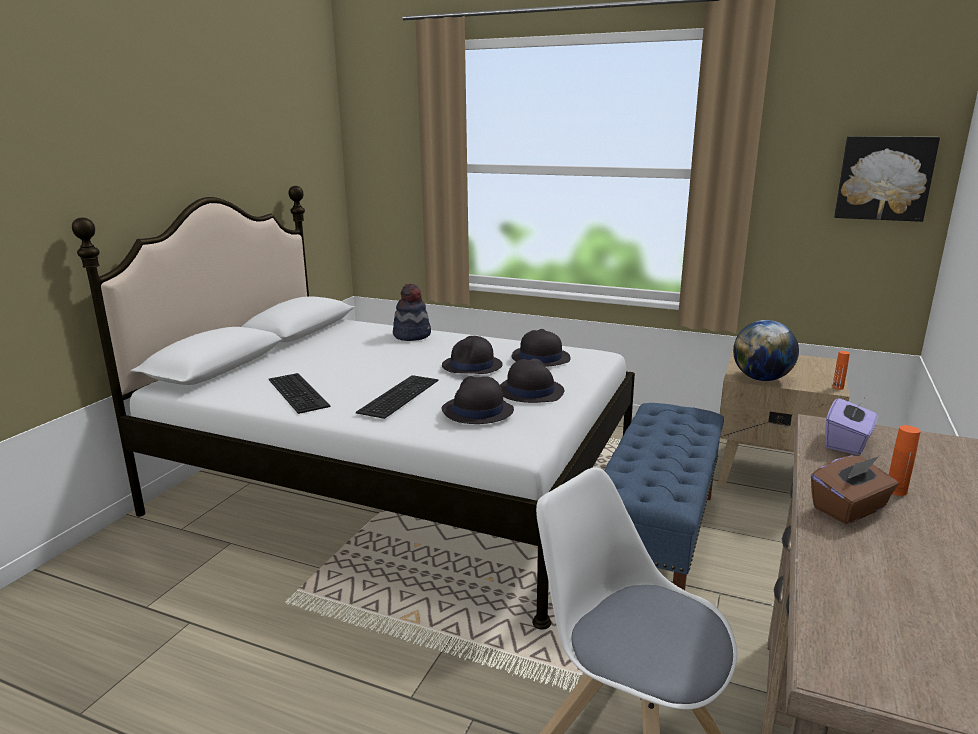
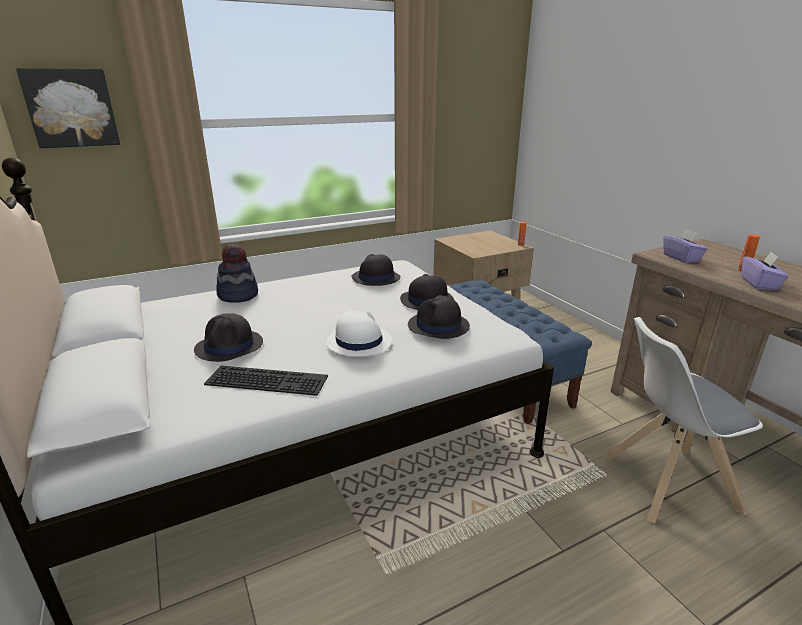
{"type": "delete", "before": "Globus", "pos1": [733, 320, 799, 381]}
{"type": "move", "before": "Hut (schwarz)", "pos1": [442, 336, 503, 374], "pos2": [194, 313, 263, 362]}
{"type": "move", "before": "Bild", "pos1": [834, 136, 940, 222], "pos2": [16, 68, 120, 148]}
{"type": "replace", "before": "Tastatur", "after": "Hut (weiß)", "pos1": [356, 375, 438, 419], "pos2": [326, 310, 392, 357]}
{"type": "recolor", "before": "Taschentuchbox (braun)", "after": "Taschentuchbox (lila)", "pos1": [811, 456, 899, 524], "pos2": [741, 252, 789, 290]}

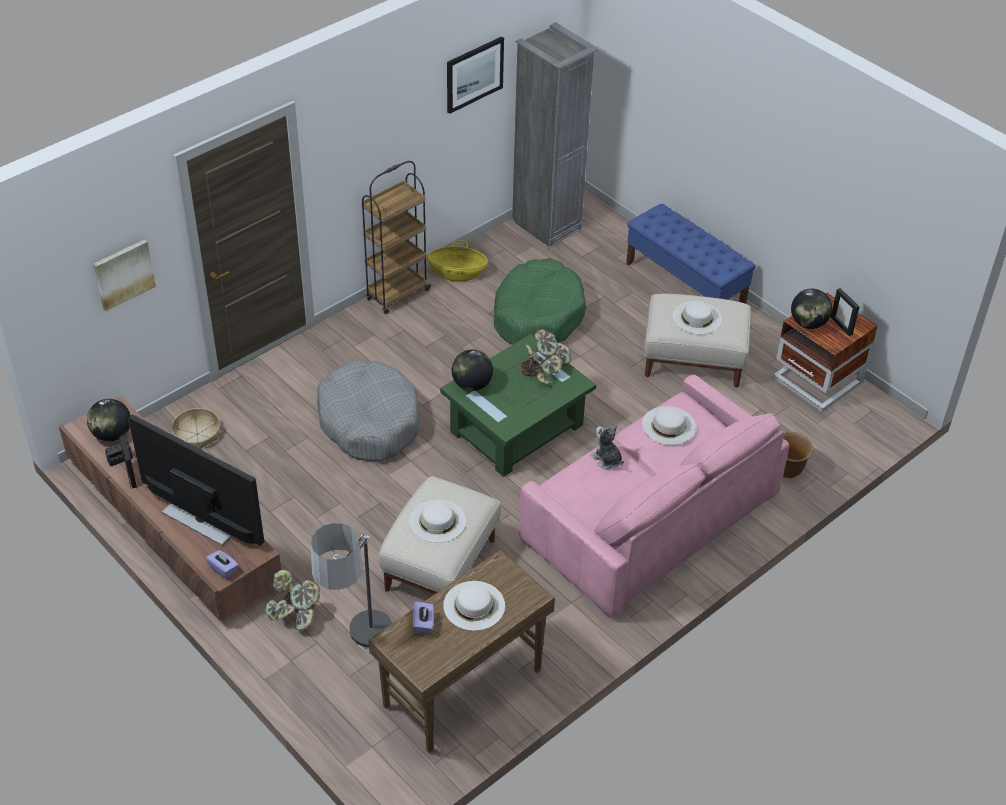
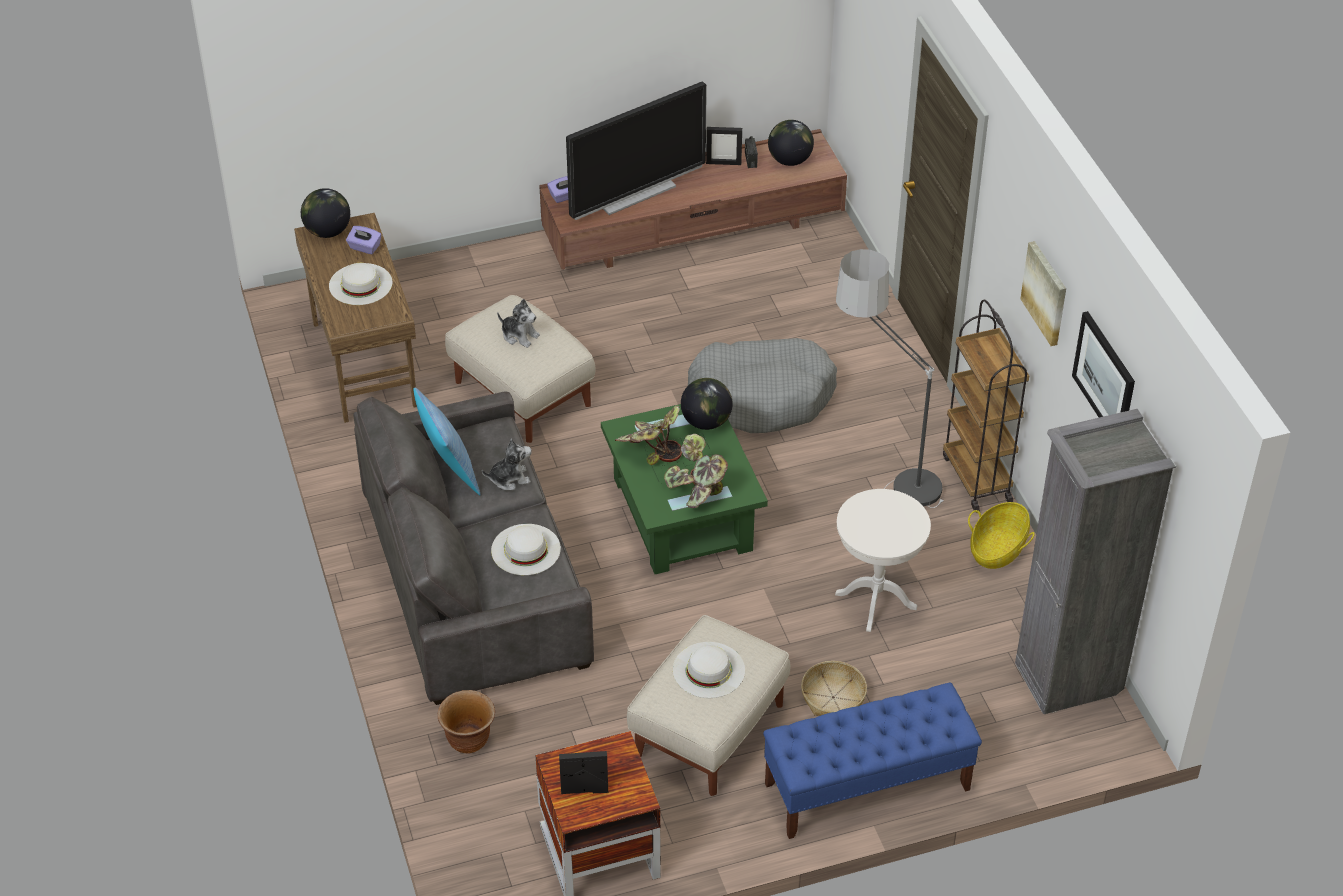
{"type": "insert", "after": "Kissen", "pos2": [413, 387, 481, 495]}
{"type": "move", "before": "Bild", "pos1": [93, 239, 156, 311], "pos2": [1020, 241, 1066, 346]}
{"type": "move", "before": "Korb", "pos1": [171, 408, 220, 449], "pos2": [801, 661, 867, 716]}
{"type": "move", "before": "Topfpflanze", "pos1": [265, 570, 320, 631], "pos2": [615, 406, 682, 465]}
{"type": "move", "before": "Stehlampe", "pos1": [311, 523, 392, 652], "pos2": [836, 249, 944, 508]}
{"type": "move", "before": "Globus", "pos1": [791, 289, 832, 329], "pos2": [301, 188, 350, 238]}
{"type": "replace", "before": "Hut (weiß)", "after": "Plüschtier", "pos1": [409, 499, 466, 543], "pos2": [497, 299, 540, 348]}
{"type": "replace", "before": "Hundebett (grün)", "after": "Beistelltisch (weiß)", "pos1": [494, 258, 586, 345], "pos2": [835, 489, 931, 632]}
{"type": "recolor", "before": "Sofa (rosa)", "after": "Sofa (grau)", "pos1": [519, 375, 790, 618], "pos2": [353, 391, 594, 705]}

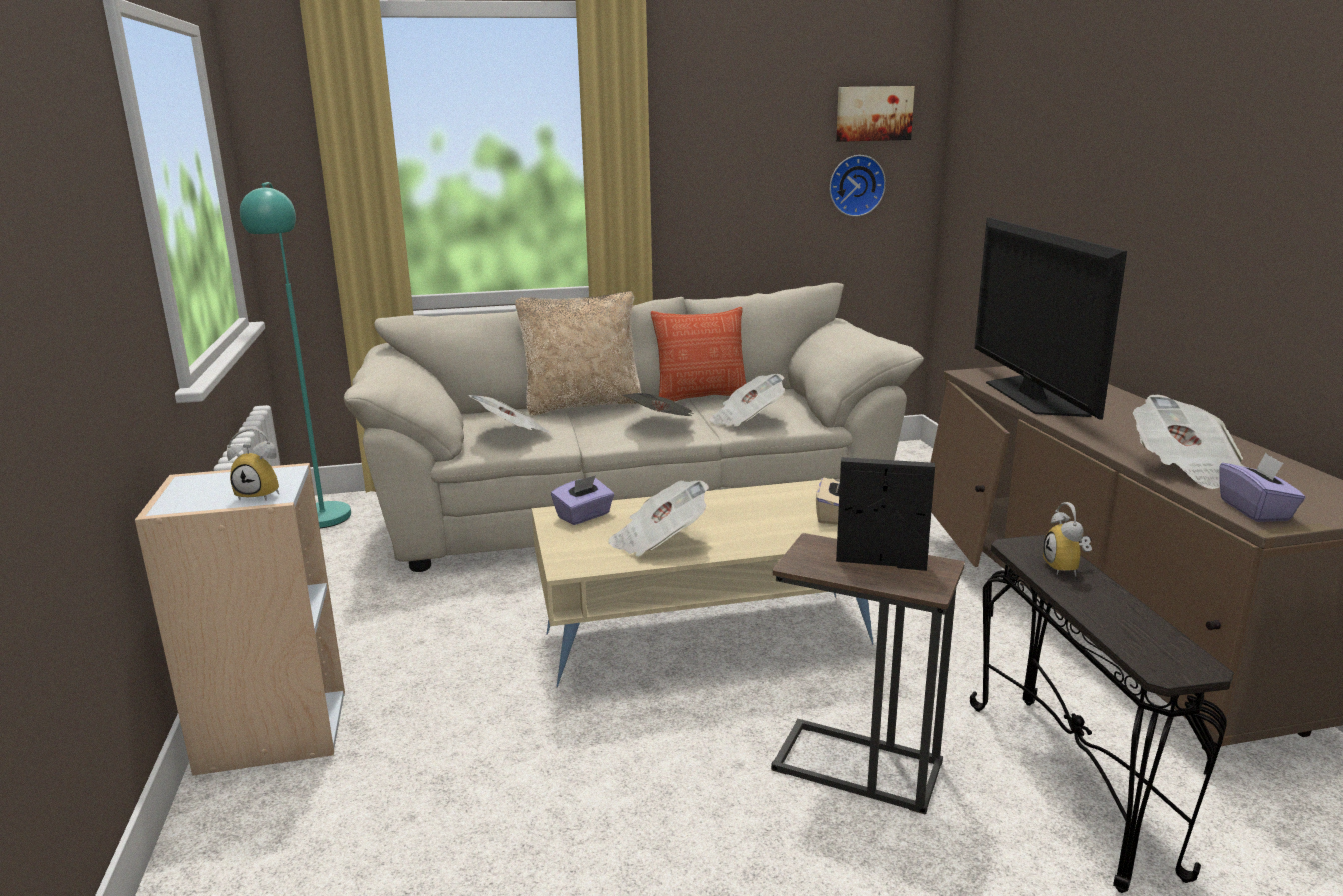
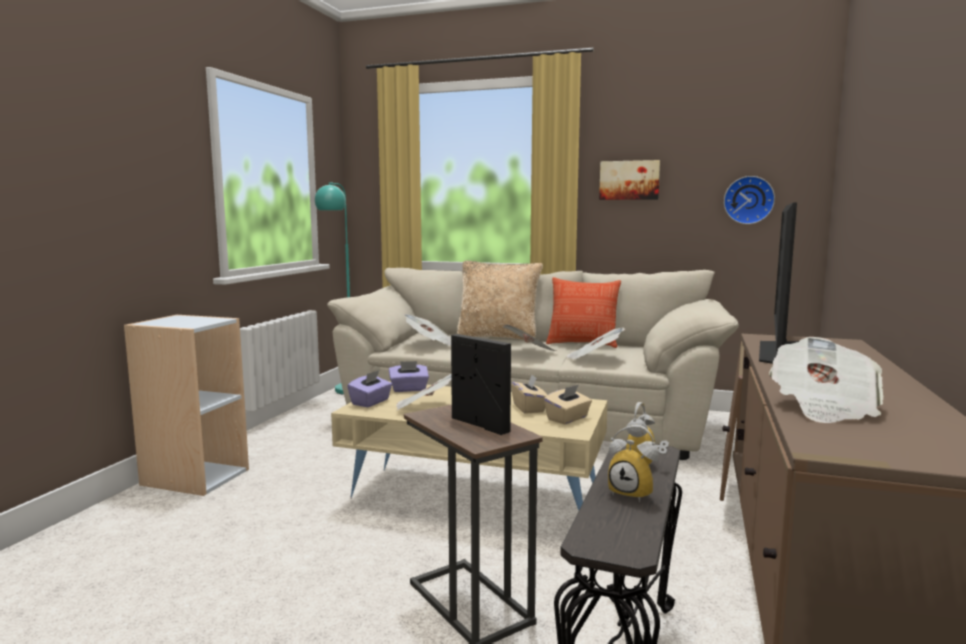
{"type": "insert", "after": "Taschentuchbox (beige)", "pos2": [511, 375, 547, 414]}
{"type": "move", "before": "Wecker", "pos1": [227, 427, 279, 501], "pos2": [608, 425, 659, 503]}
{"type": "move", "before": "Bild", "pos1": [836, 86, 915, 142], "pos2": [599, 160, 660, 200]}
{"type": "move", "before": "Taschentuchbox (lila)", "pos1": [1219, 453, 1306, 522], "pos2": [347, 370, 392, 407]}

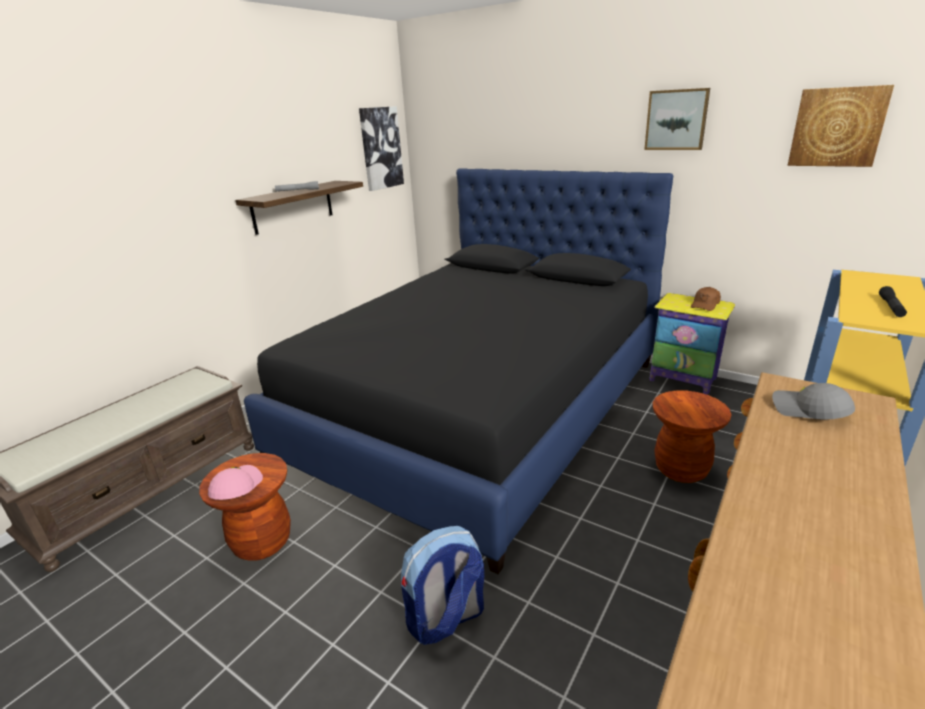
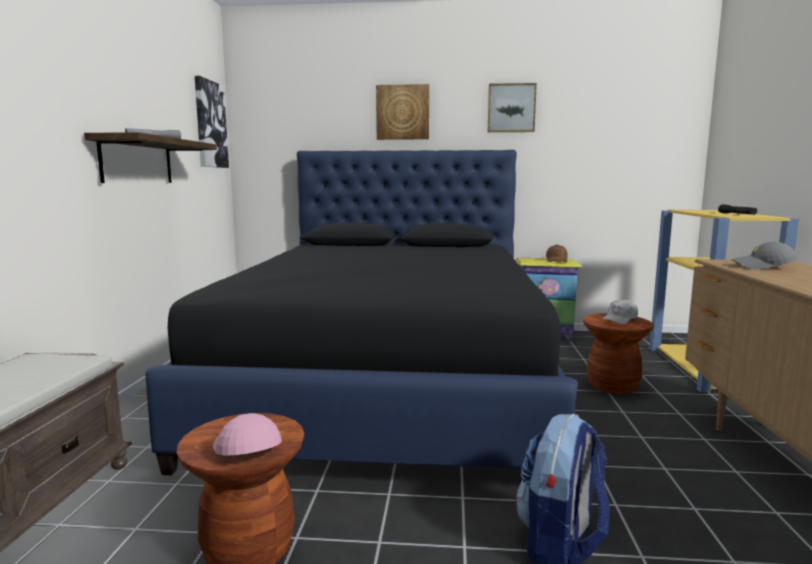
{"type": "insert", "after": "Kappe (weiß)", "pos2": [601, 299, 638, 324]}
{"type": "move", "before": "Bild", "pos1": [787, 85, 894, 167], "pos2": [376, 84, 429, 140]}

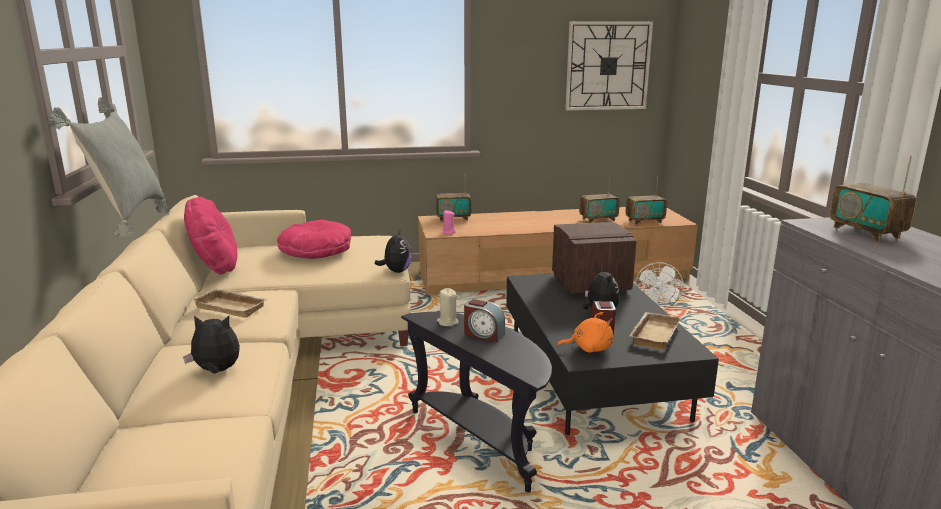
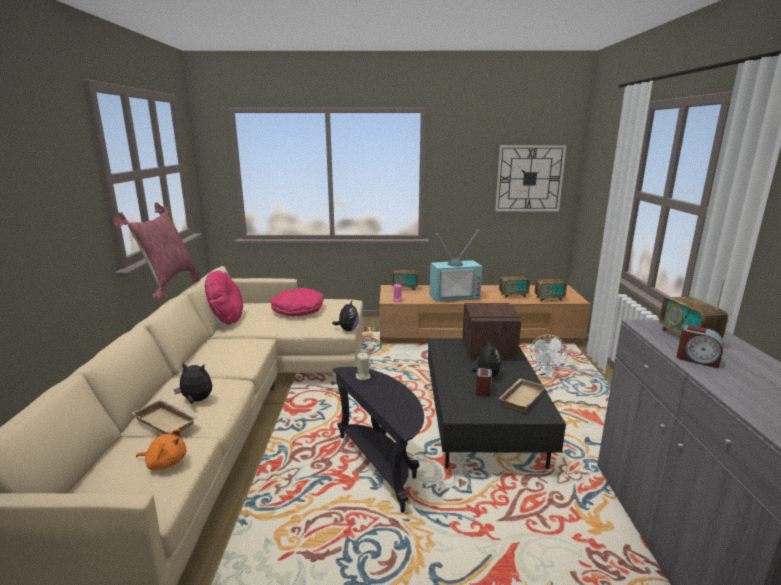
{"type": "insert", "after": "Fernseher", "pos2": [430, 229, 482, 302]}
{"type": "move", "before": "Tablett (beige)", "pos1": [191, 288, 268, 318], "pos2": [132, 399, 199, 434]}
{"type": "move", "before": "Wecker", "pos1": [464, 299, 505, 342], "pos2": [677, 325, 724, 368]}
{"type": "move", "before": "Plüschtier (orange)", "pos1": [557, 312, 613, 353], "pos2": [136, 429, 186, 470]}
{"type": "recolor", "before": "Kissen (grau)", "after": "Kissen (rot)", "pos1": [48, 97, 170, 238], "pos2": [113, 202, 200, 300]}

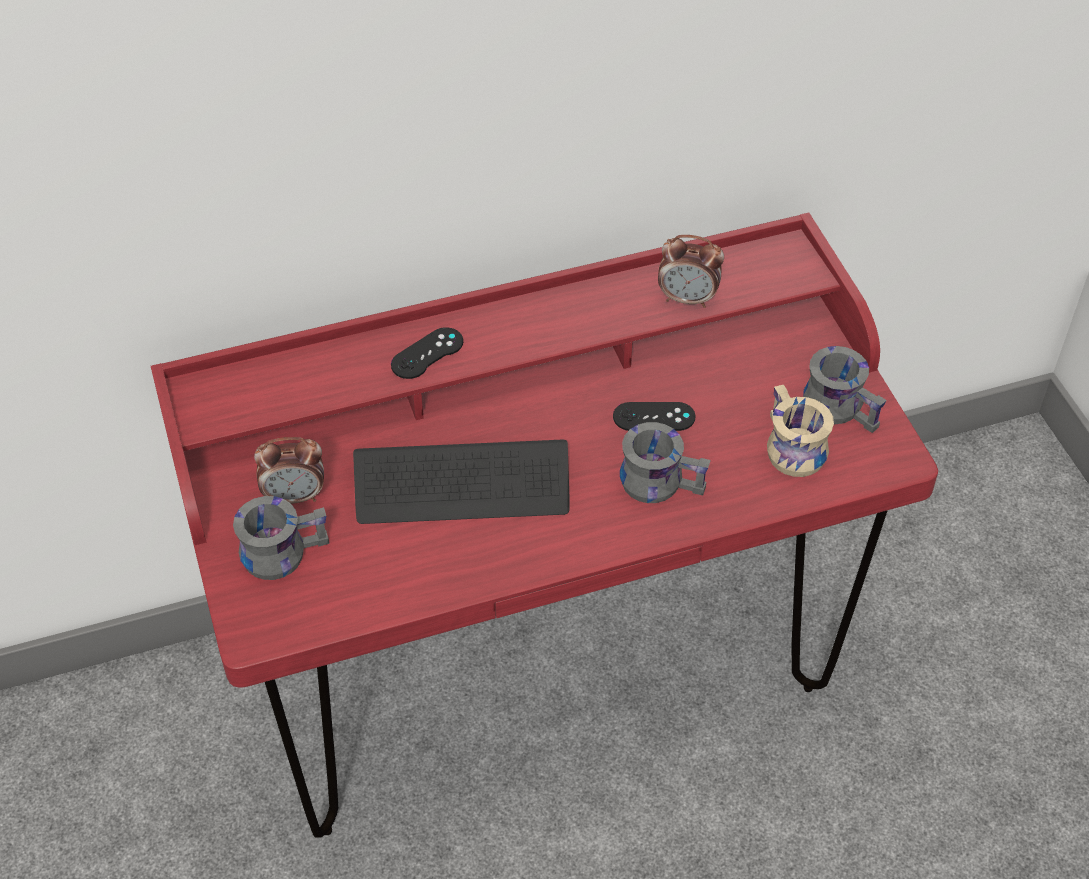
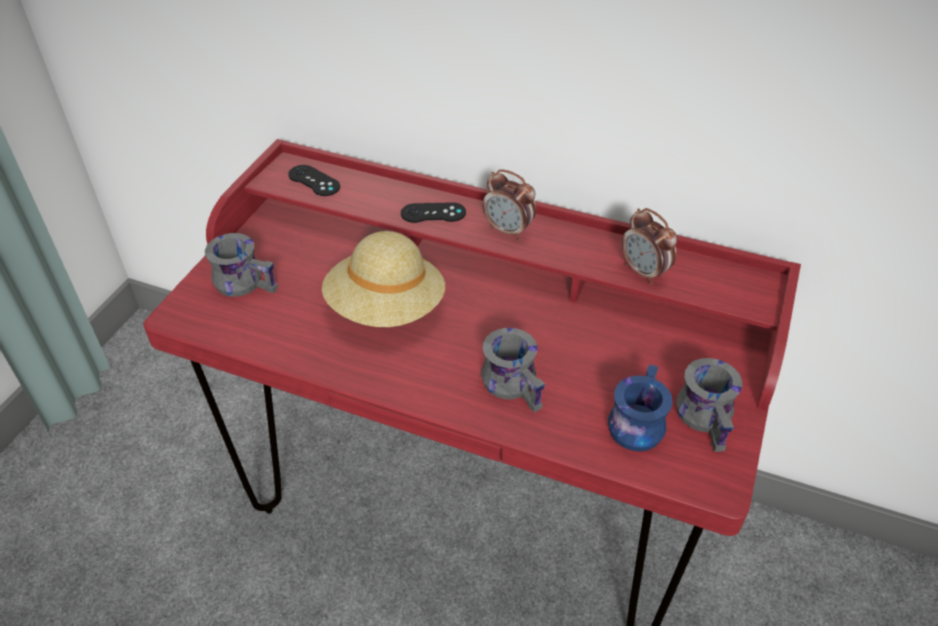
{"type": "move", "before": "Wecker", "pos1": [254, 437, 324, 504], "pos2": [482, 169, 536, 240]}
{"type": "move", "before": "Gamepad (schwarz)", "pos1": [613, 402, 696, 431], "pos2": [288, 165, 340, 196]}
{"type": "replace", "before": "Tastatur", "after": "Hut (beige)", "pos1": [353, 440, 570, 524], "pos2": [322, 231, 445, 327]}
{"type": "recolor", "before": "Henkelbecher (beige)", "after": "Henkelbecher (blau)", "pos1": [767, 385, 834, 477], "pos2": [608, 364, 673, 451]}

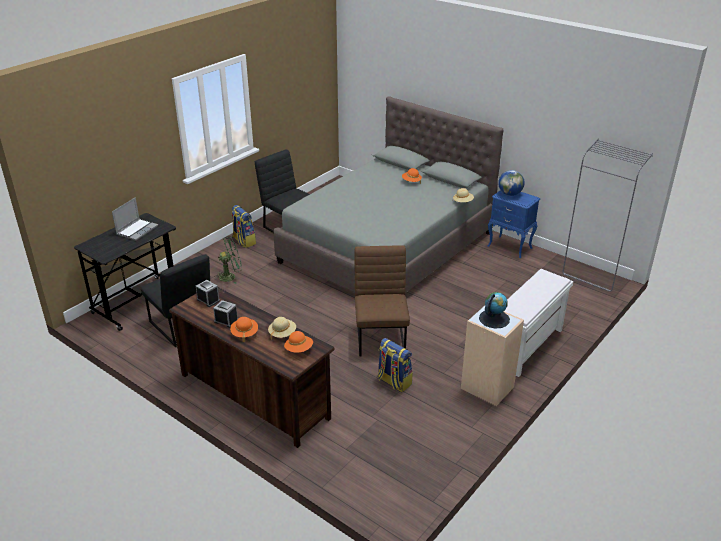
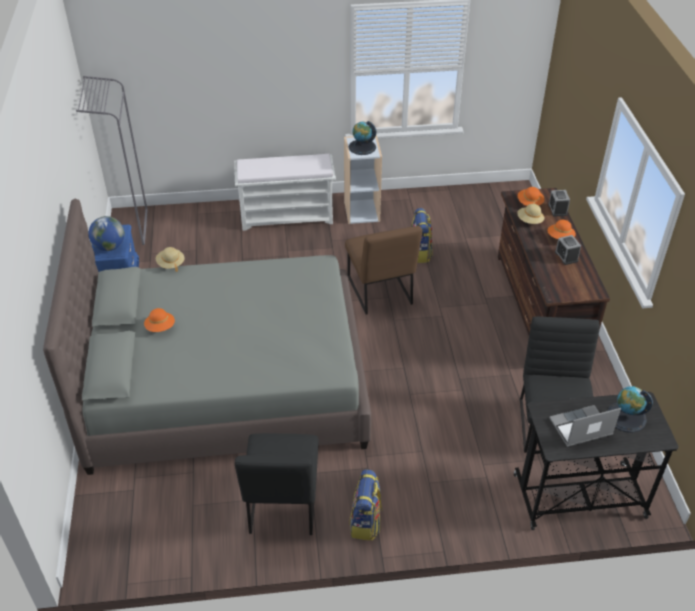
{"type": "delete", "before": "Ventilator (grün)", "pos1": [216, 237, 242, 284]}
{"type": "insert", "after": "Globus", "pos2": [607, 386, 653, 433]}
{"type": "move", "before": "Wecker", "pos1": [196, 280, 220, 307], "pos2": [548, 190, 570, 217]}
{"type": "rotate", "before": "Stuhl (braun)", "pos1": [354, 245, 410, 357], "pos2": [345, 226, 422, 315], "turn": -60}

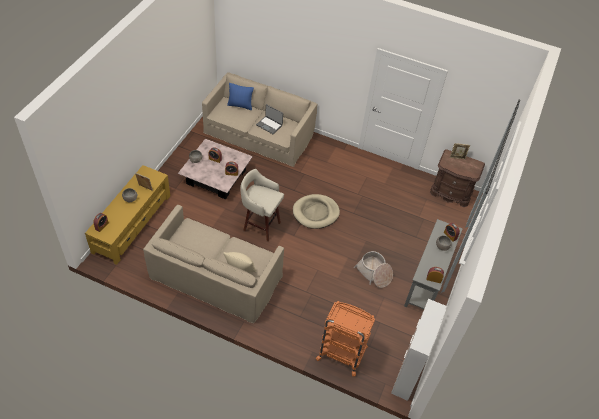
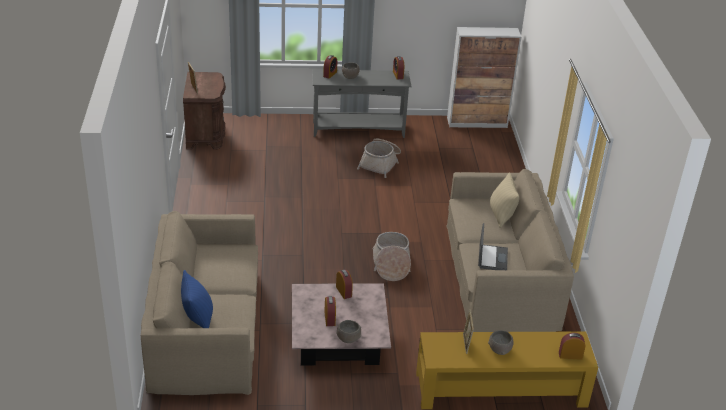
{"type": "delete", "before": "Hundebett (beige)", "pos1": [293, 194, 340, 229]}
{"type": "delete", "before": "Rollwagen (orange)", "pos1": [316, 301, 375, 377]}
{"type": "move", "before": "Laptop", "pos1": [256, 104, 283, 134], "pos2": [478, 223, 508, 270]}
{"type": "replace", "before": "Hocker (beige)", "after": "Korb", "pos1": [240, 169, 284, 242], "pos2": [372, 232, 411, 281]}

